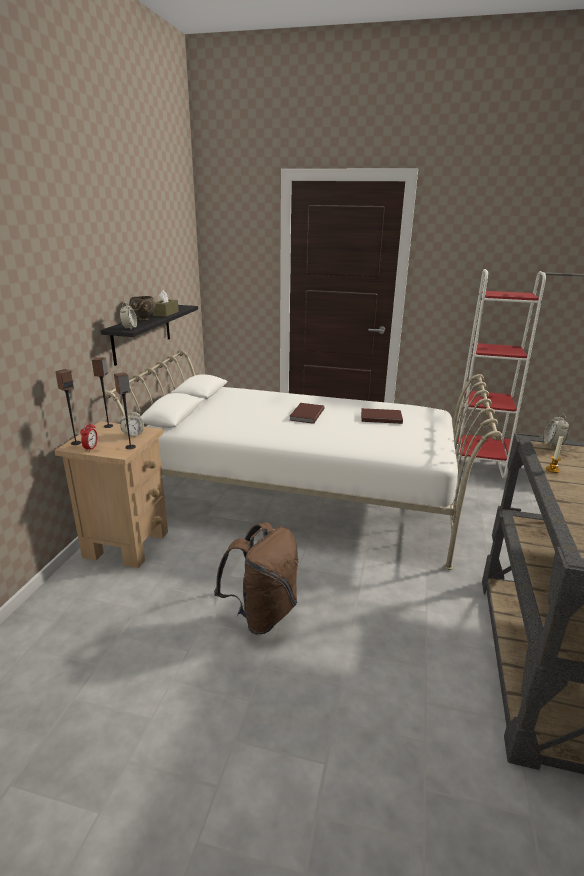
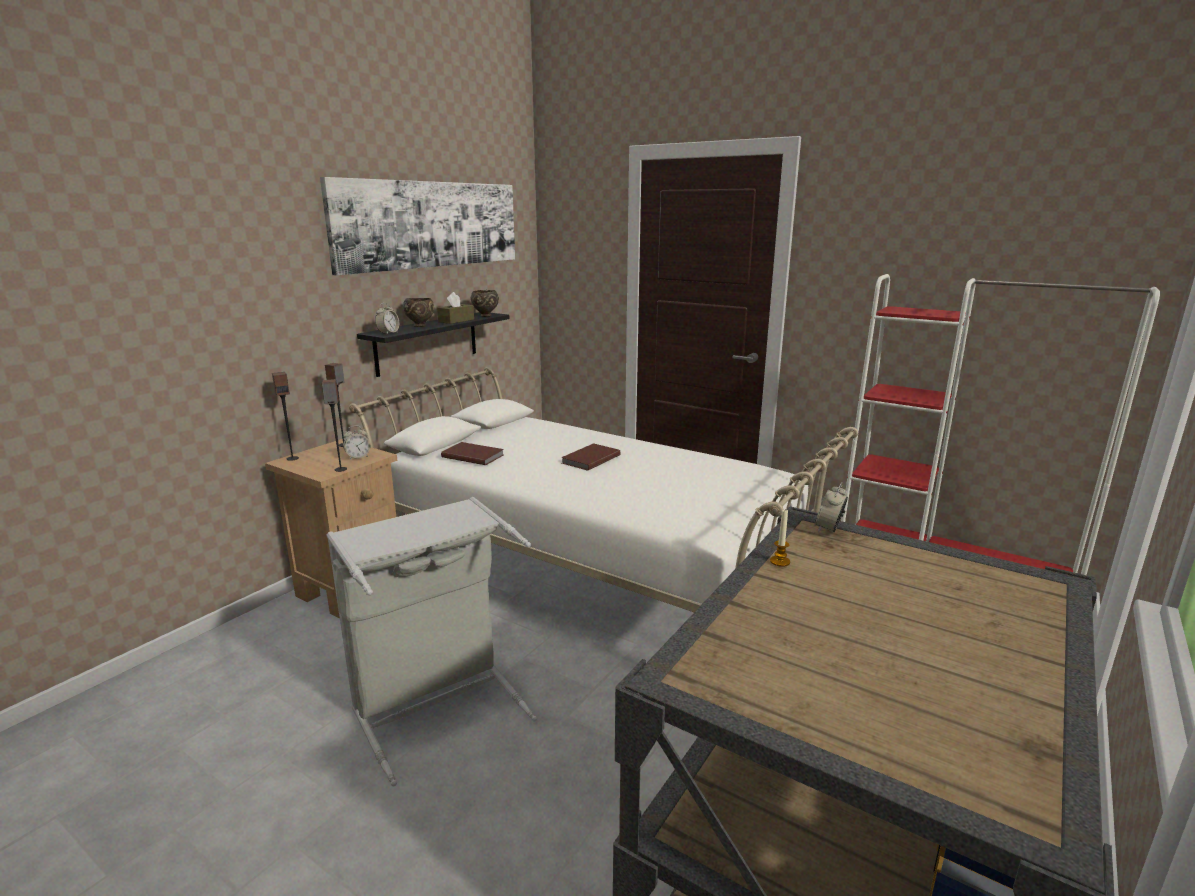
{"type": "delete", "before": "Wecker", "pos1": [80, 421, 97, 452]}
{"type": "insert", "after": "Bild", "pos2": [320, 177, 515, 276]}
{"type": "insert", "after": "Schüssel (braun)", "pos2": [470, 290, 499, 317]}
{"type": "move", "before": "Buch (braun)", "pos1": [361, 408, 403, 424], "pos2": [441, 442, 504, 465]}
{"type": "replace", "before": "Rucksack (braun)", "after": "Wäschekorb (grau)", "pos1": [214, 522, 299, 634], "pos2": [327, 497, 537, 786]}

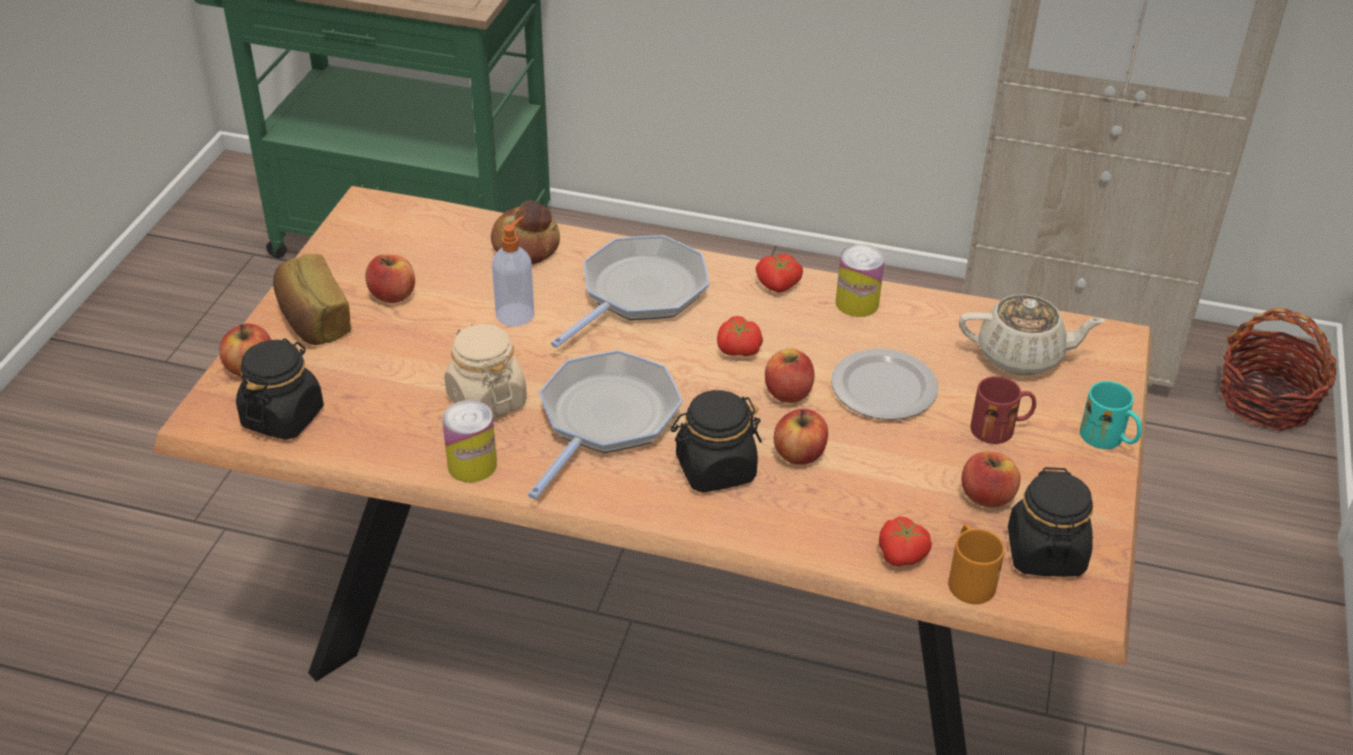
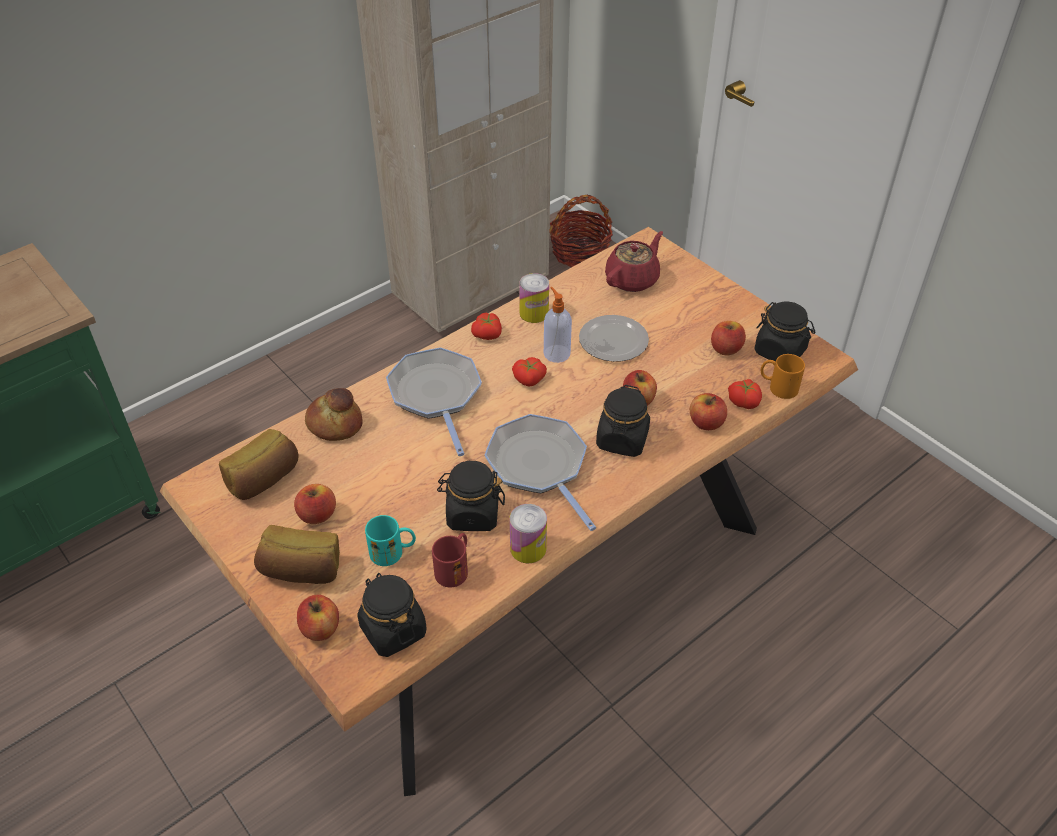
{"type": "insert", "after": "Brot", "pos2": [219, 429, 299, 500]}
{"type": "move", "before": "Seifenspender", "pos1": [492, 216, 534, 327], "pos2": [544, 287, 572, 363]}
{"type": "move", "before": "Apfel", "pos1": [765, 349, 814, 403], "pos2": [690, 393, 727, 430]}
{"type": "move", "before": "Henkelbecher (rot)", "pos1": [970, 376, 1036, 444], "pos2": [432, 533, 468, 587]}
{"type": "move", "before": "Henkelbecher (türkis)", "pos1": [1080, 381, 1142, 449], "pos2": [365, 515, 416, 566]}
{"type": "recolor", "before": "Vorratsglas (beige)", "after": "Vorratsglas (schwarz)", "pos1": [445, 324, 527, 419], "pos2": [437, 461, 505, 531]}
{"type": "recolor", "before": "Teekanne (beige)", "after": "Teekanne (rot)", "pos1": [959, 294, 1105, 375], "pos2": [605, 231, 663, 292]}

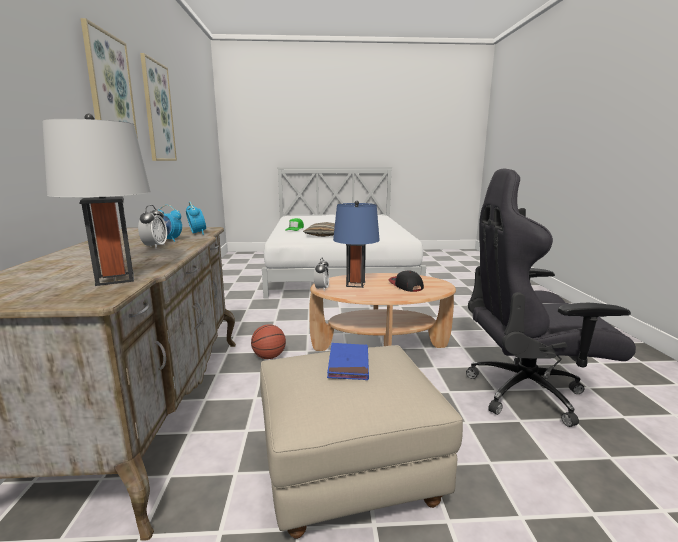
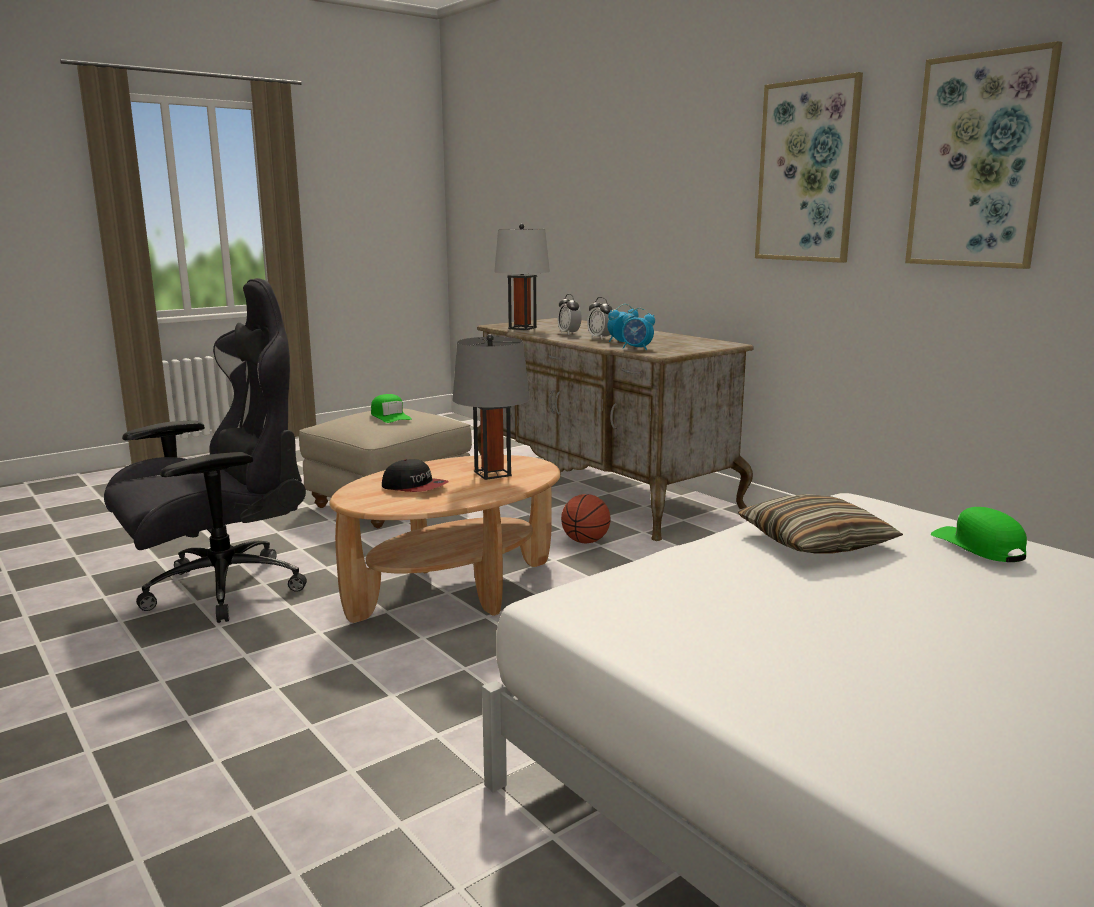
{"type": "move", "before": "Wecker", "pos1": [314, 258, 329, 291], "pos2": [557, 294, 582, 335]}
{"type": "replace", "before": "Buch (blau)", "after": "Kappe (grün)", "pos1": [327, 343, 369, 380], "pos2": [371, 394, 412, 423]}
{"type": "recolor", "before": "Tischlampe (blau)", "after": "Tischlampe (grau)", "pos1": [333, 200, 380, 288], "pos2": [452, 334, 530, 480]}

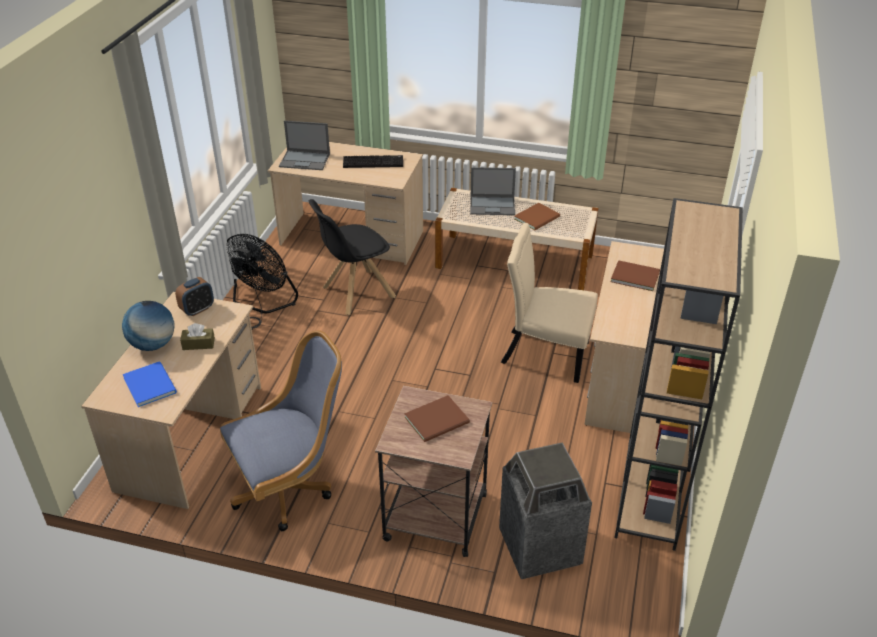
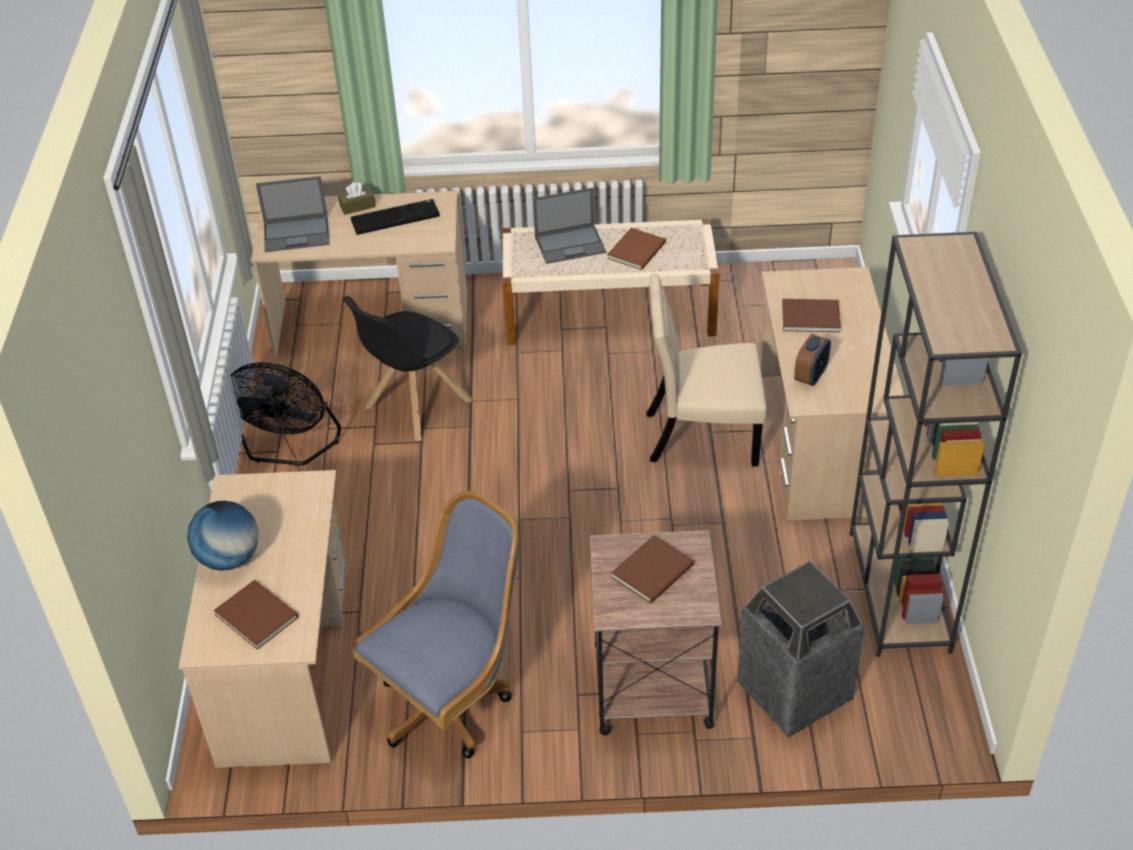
{"type": "move", "before": "Wecker", "pos1": [175, 277, 214, 316], "pos2": [794, 334, 831, 386]}
{"type": "move", "before": "Taschentuchbox (braun)", "pos1": [180, 323, 215, 350], "pos2": [338, 182, 376, 215]}
{"type": "recolor", "before": "Buch (blau)", "after": "Buch (braun)", "pos1": [123, 361, 177, 407], "pos2": [213, 580, 299, 650]}

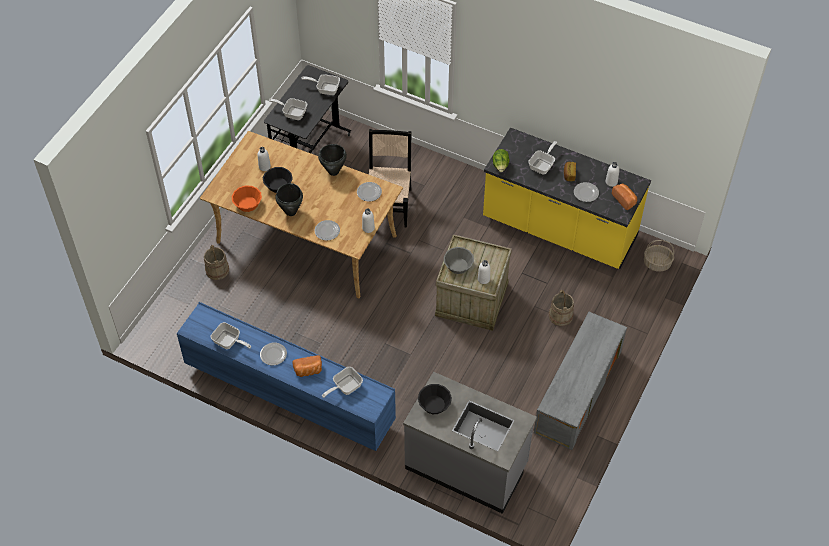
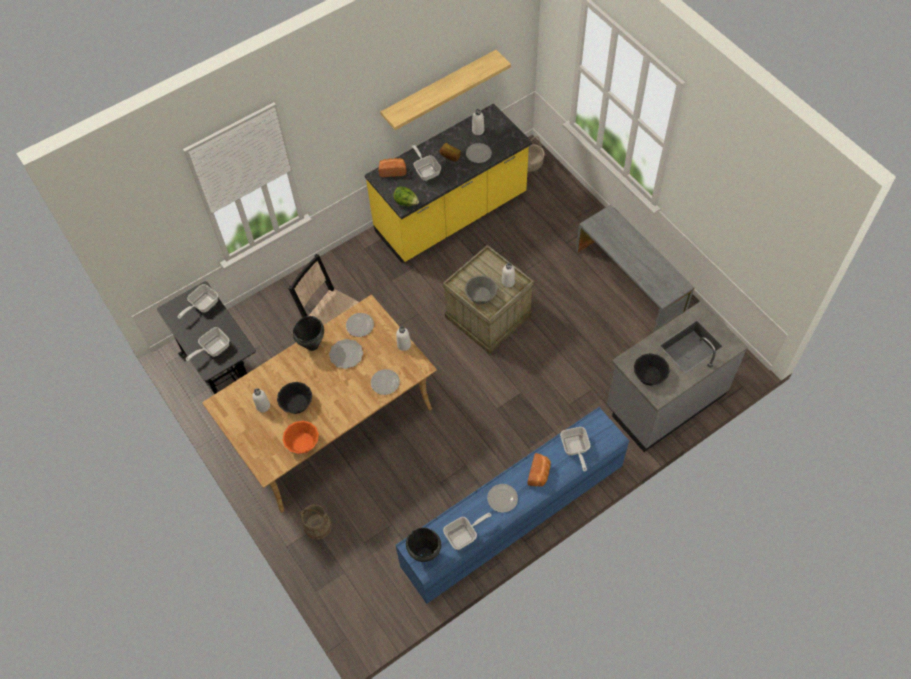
{"type": "delete", "before": "Eimer (beige)", "pos1": [549, 290, 574, 326]}
{"type": "insert", "after": "Teller", "pos2": [329, 339, 363, 369]}
{"type": "insert", "after": "Wandregal", "pos2": [381, 50, 511, 130]}
{"type": "move", "before": "Kochtopf (schwarz)", "pos1": [275, 183, 303, 216], "pos2": [406, 527, 441, 562]}
{"type": "move", "before": "Brot", "pos1": [612, 184, 637, 210], "pos2": [379, 158, 407, 177]}

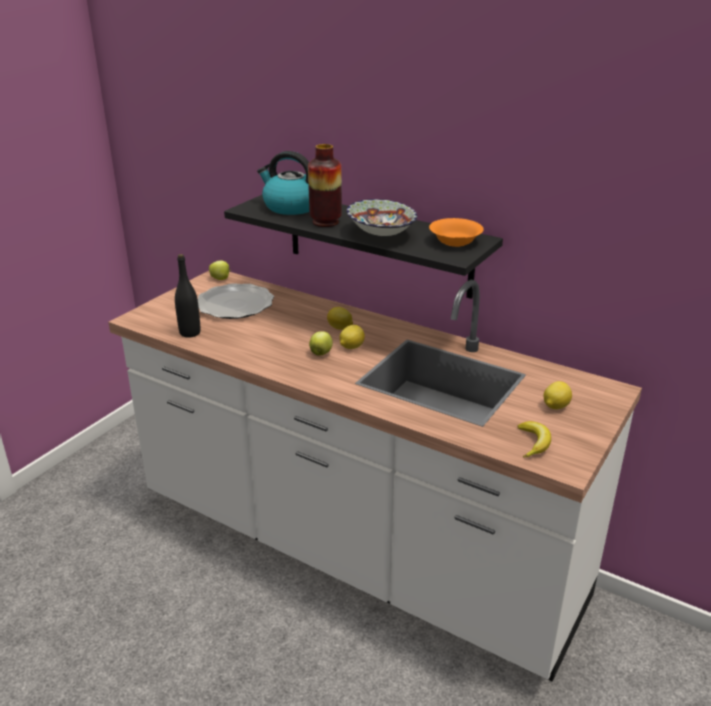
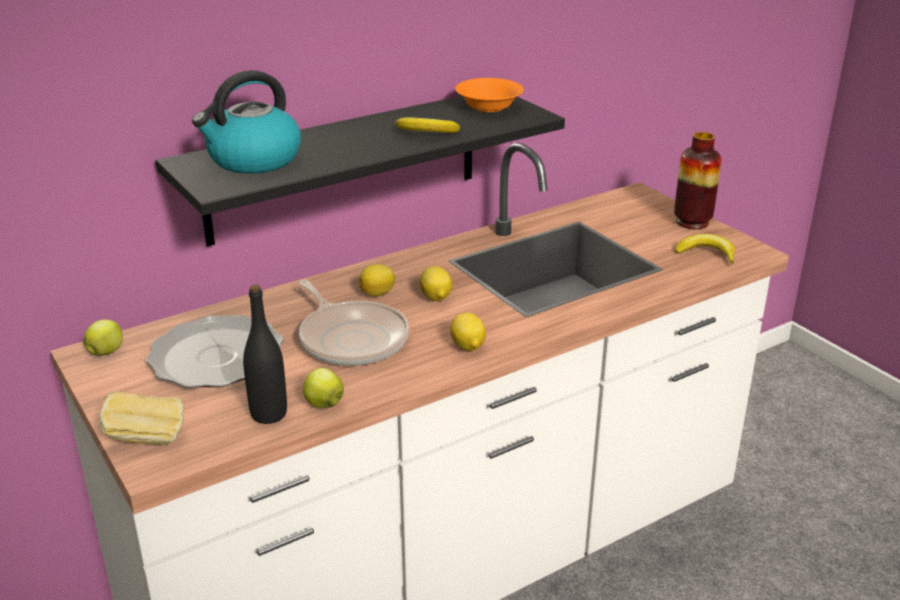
{"type": "insert", "after": "Brot", "pos2": [99, 391, 184, 445]}
{"type": "insert", "after": "Pfanne", "pos2": [299, 280, 409, 366]}
{"type": "move", "before": "Vase", "pos1": [308, 144, 342, 227], "pos2": [674, 132, 722, 229]}
{"type": "move", "before": "Apfel", "pos1": [309, 331, 333, 356], "pos2": [303, 368, 344, 408]}
{"type": "move", "before": "Zitrone", "pos1": [544, 381, 572, 409], "pos2": [450, 313, 486, 351]}
{"type": "replace", "before": "Schüssel", "after": "Banane", "pos1": [346, 199, 417, 236], "pos2": [395, 117, 460, 133]}

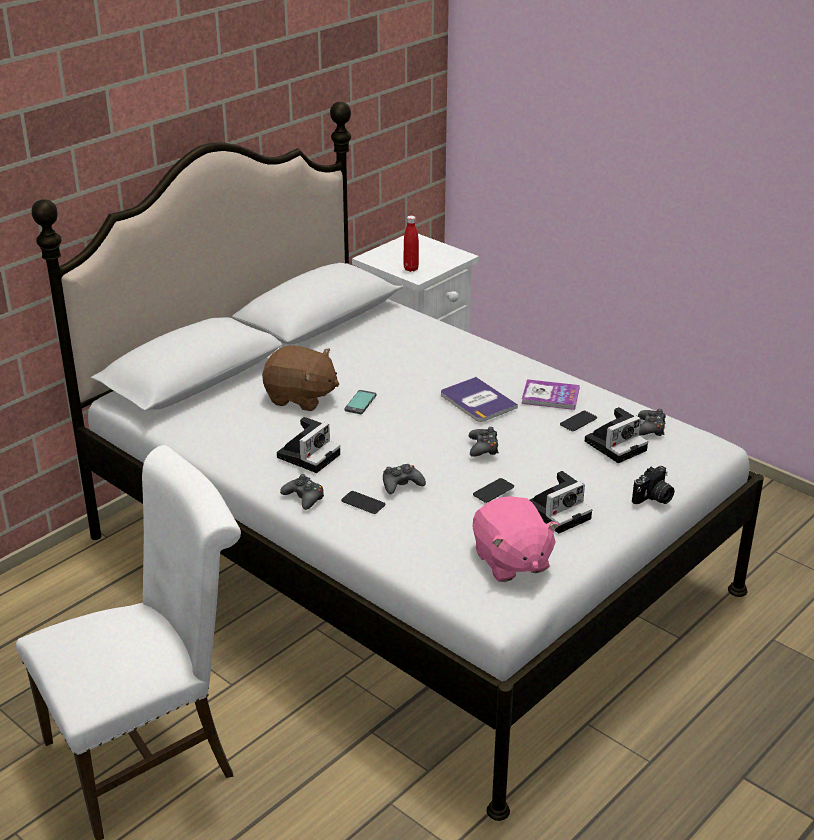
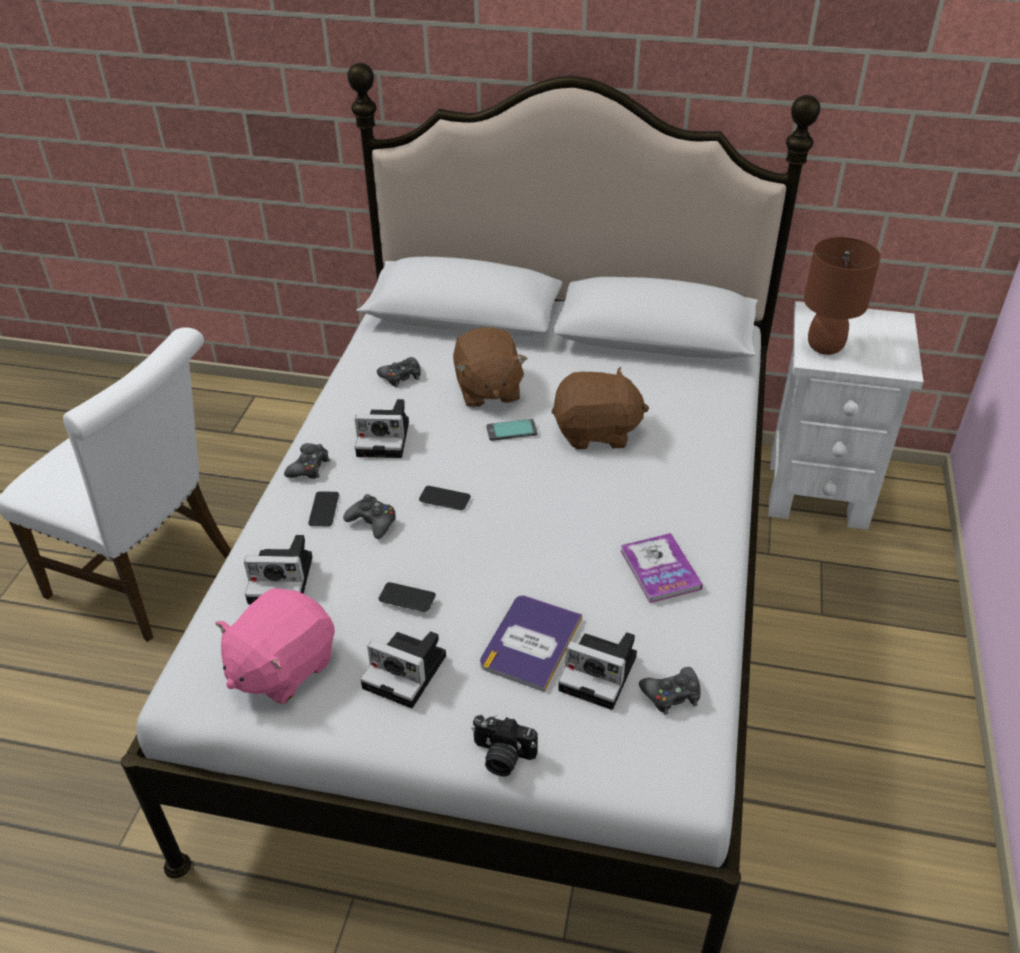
{"type": "insert", "after": "Kamera", "pos2": [244, 535, 312, 605]}
{"type": "insert", "after": "Plüschtier (braun)", "pos2": [552, 367, 649, 449]}
{"type": "move", "before": "Buch", "pos1": [441, 377, 518, 422], "pos2": [480, 596, 582, 692]}
{"type": "move", "before": "Gamepad (schwarz)", "pos1": [469, 427, 499, 457], "pos2": [377, 357, 421, 387]}
{"type": "move", "before": "Handy", "pos1": [560, 411, 597, 431], "pos2": [419, 486, 471, 510]}
{"type": "replace", "before": "Flasche (rot)", "after": "Tischlampe (braun)", "pos1": [404, 216, 419, 272], "pos2": [804, 237, 881, 355]}

